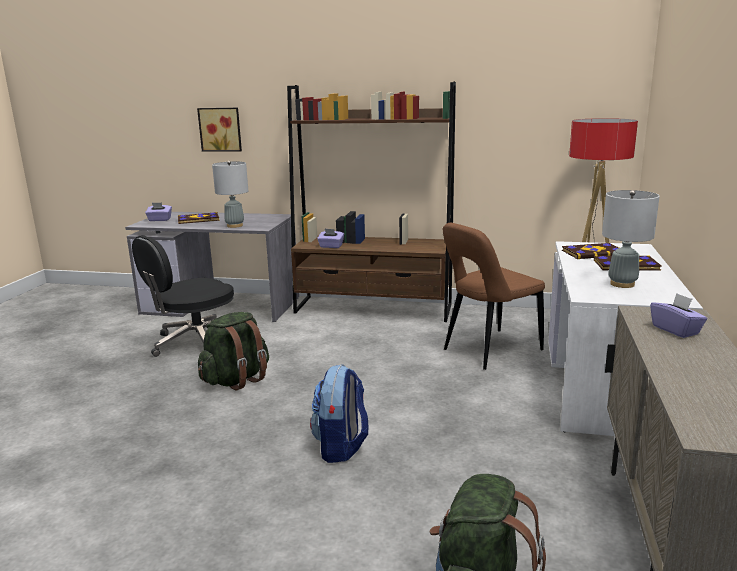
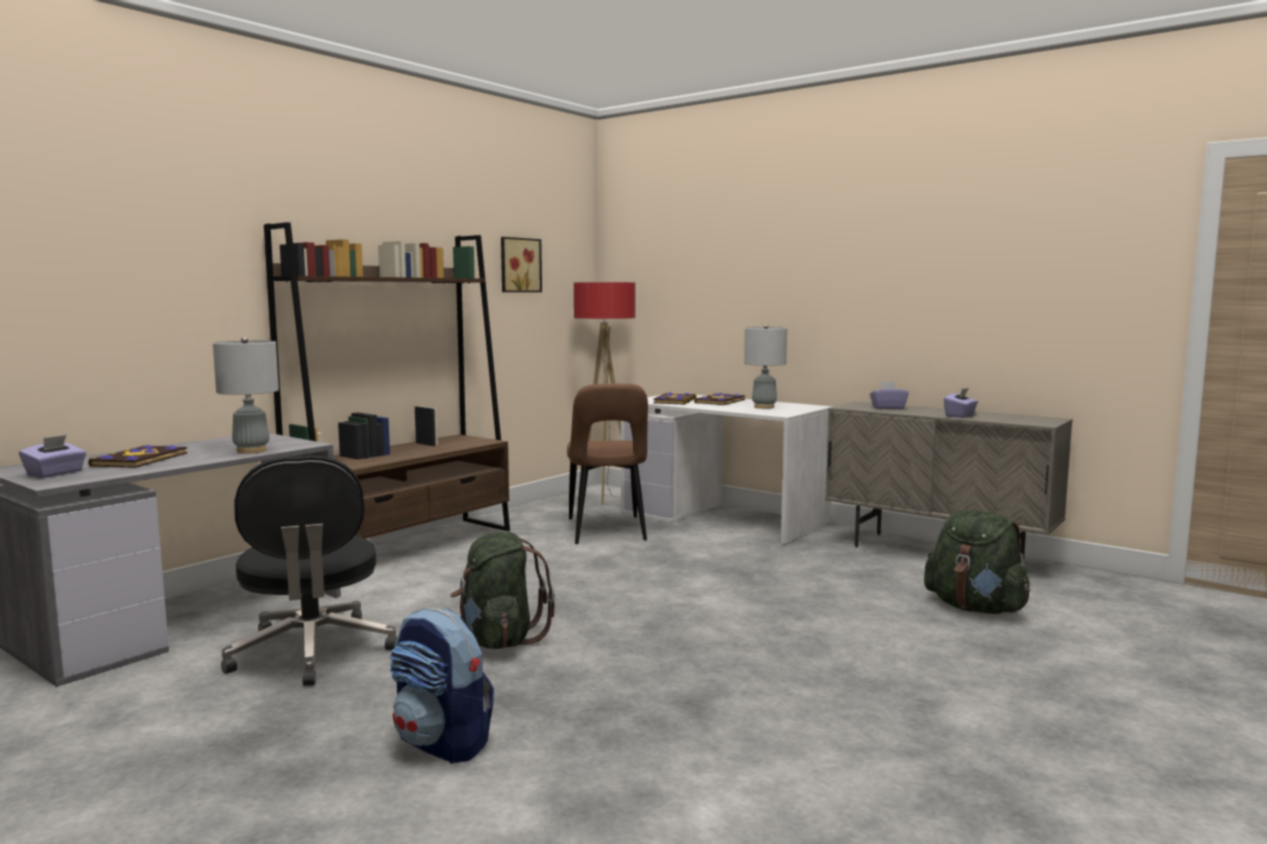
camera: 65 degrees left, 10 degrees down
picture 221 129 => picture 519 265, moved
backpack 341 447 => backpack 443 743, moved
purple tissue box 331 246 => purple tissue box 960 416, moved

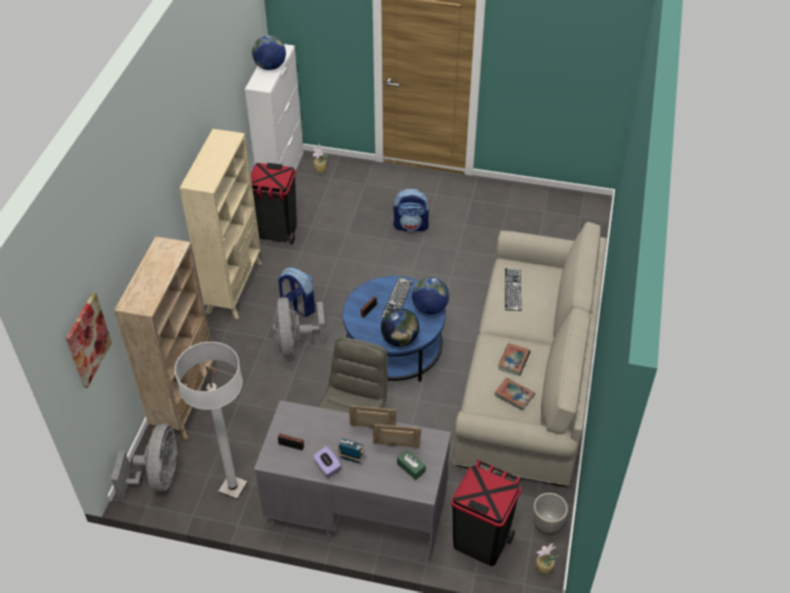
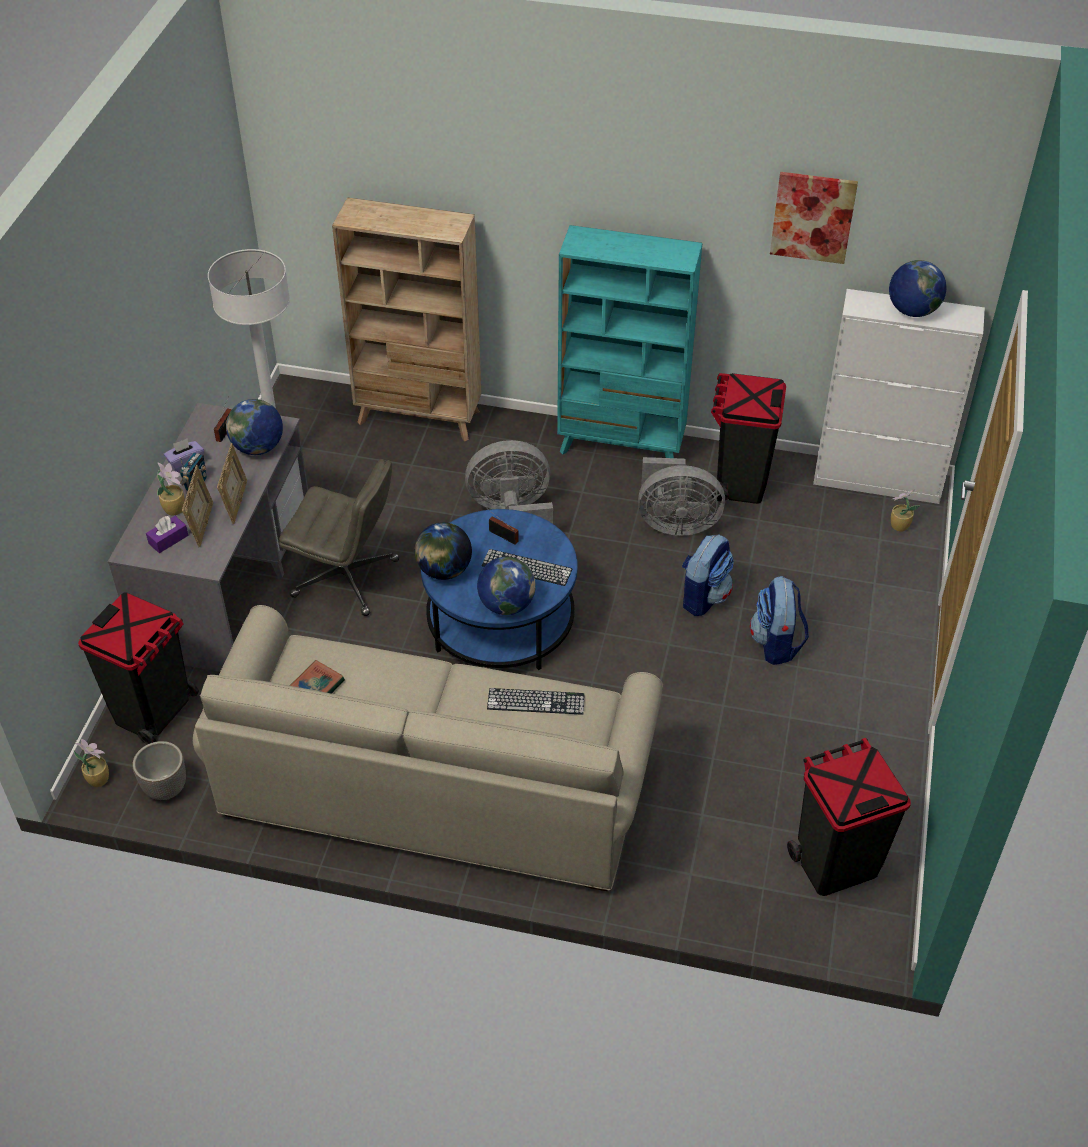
camera: 90 degrees right, 0 degrees up
picture 87 340 => picture 813 217, moved
grey fan 158 477 => grey fan 675 523, moved
beige bookcase 235 287 => turquoise bookcase 622 446
backpack 297 307 => backpack 703 596, moved
green tissue box 411 467 => purple tissue box 168 539
book 513 361 => nothing
nothing => potted plant 175 508
nothing => globe 258 447
nothing => black trash can 835 863

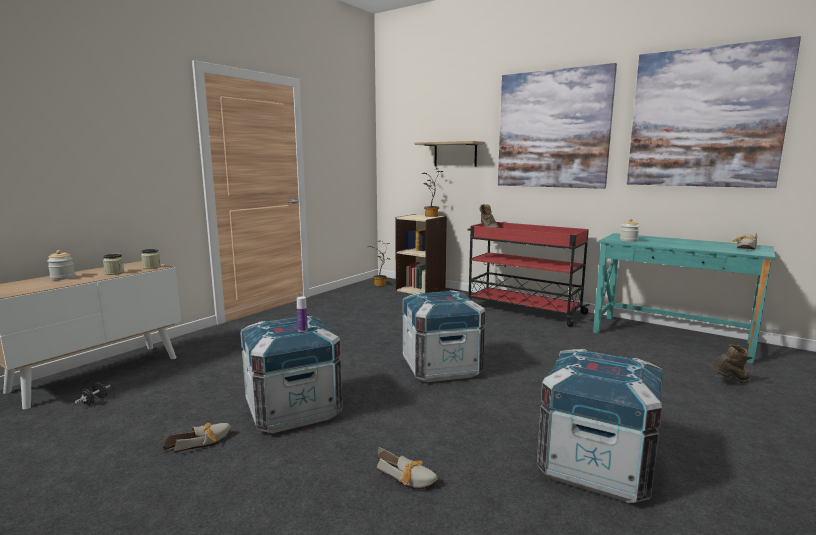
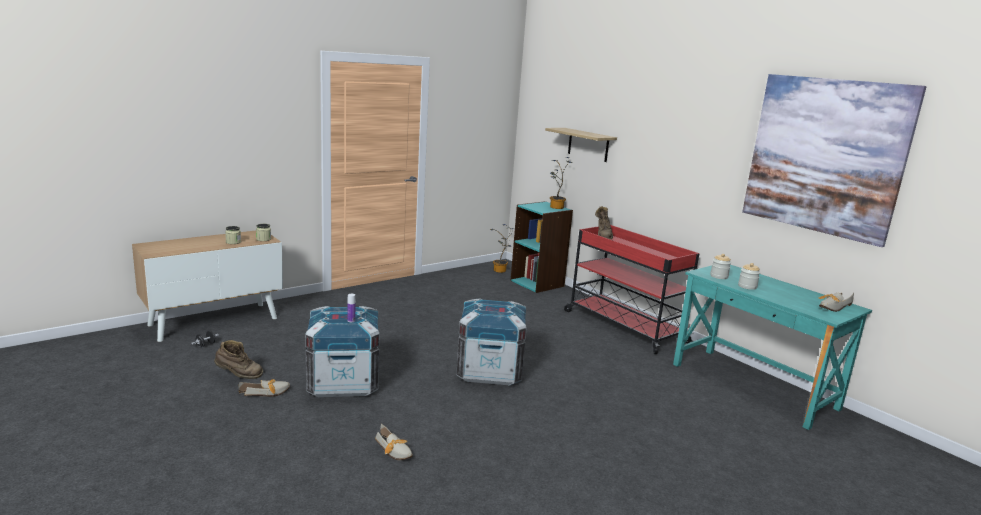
camera: 15 degrees right, 5 degrees up
jar 63 277 => jar 747 286, moved
beige bookcase 421 289 => turquoise bookcase 537 283
picture 552 129 => nothing
crate 595 466 => nothing
brown boot 730 382 => brown boot 238 376, moved

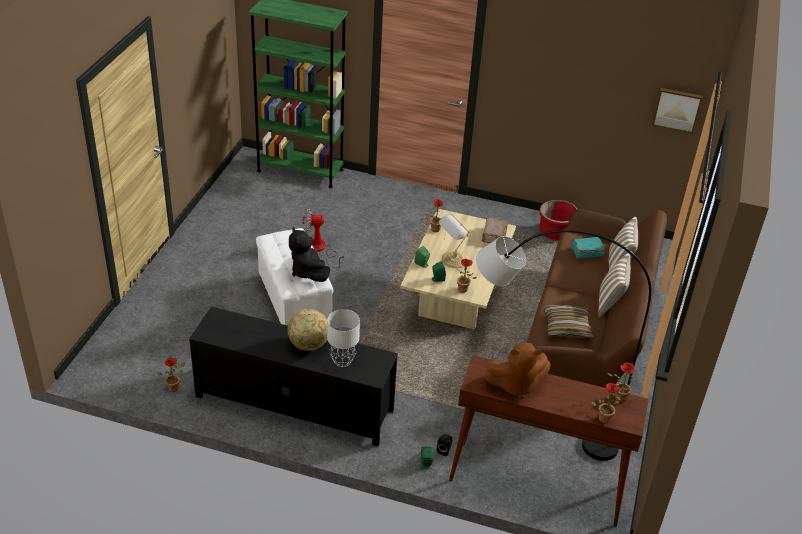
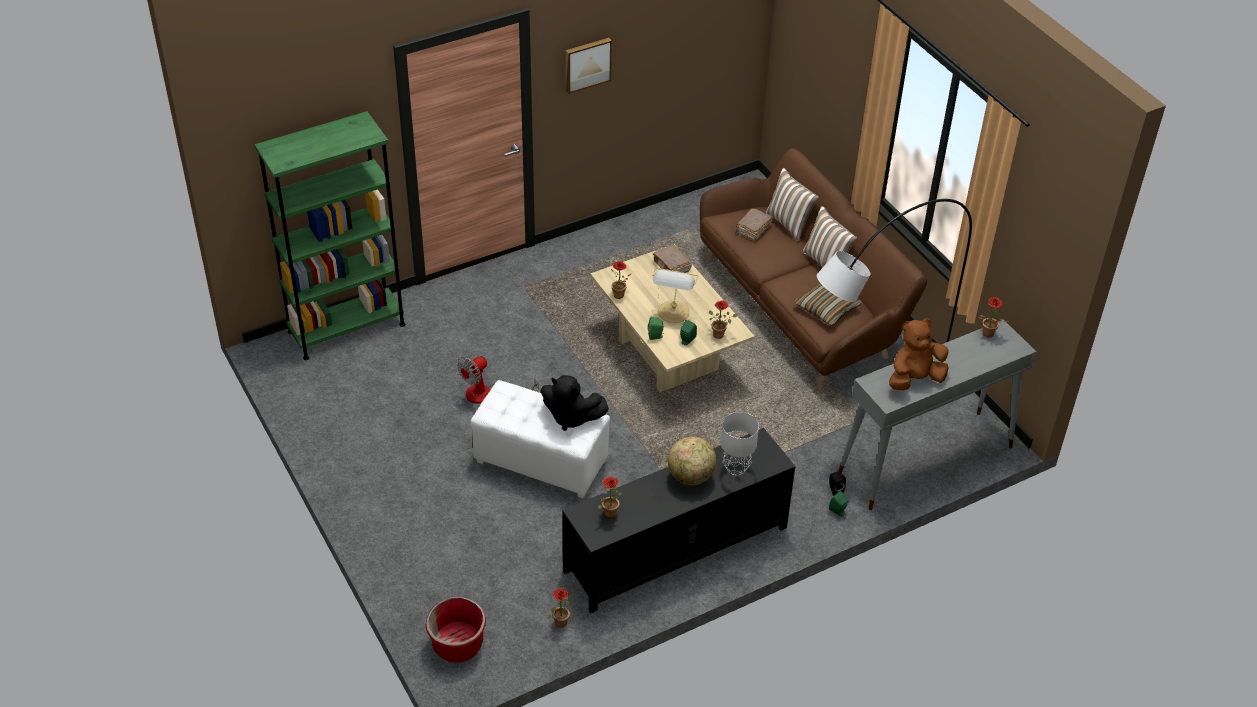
camera: 45 degrees left, 5 degrees up
brown console table 535 483 => grey console table 925 460
brown plush toy 516 385 => brown plush toy 914 379, 150 degrees counterclockwise
red planter 555 232 => red planter 458 644, moved
turquoise book 586 252 => brown book 753 229
potted plant 604 417 => potted plant 609 511, moved
picture 677 109 => picture 587 64, moved

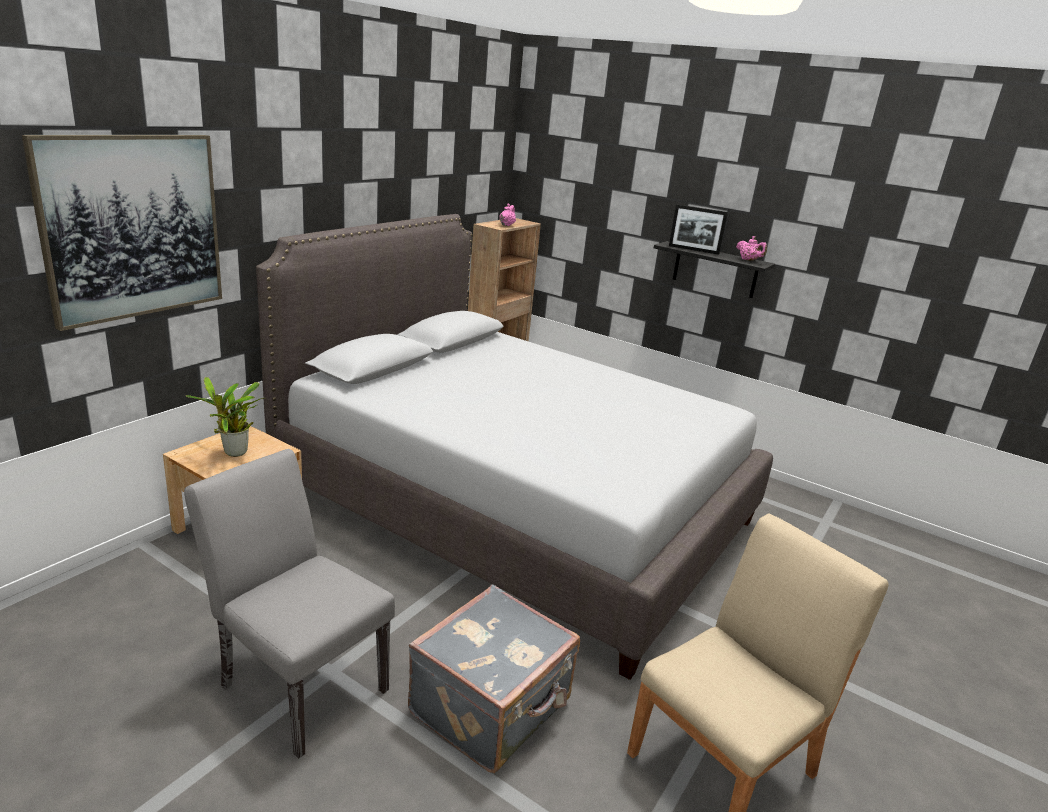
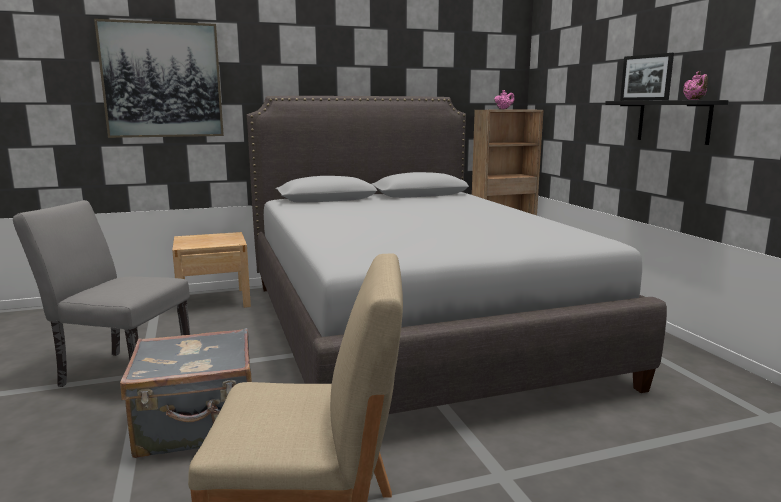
camera: 40 degrees right, 10 degrees down
grey chair 297 682 => grey chair 119 373, 60 degrees counterclockwise
potted plant 234 454 => nothing

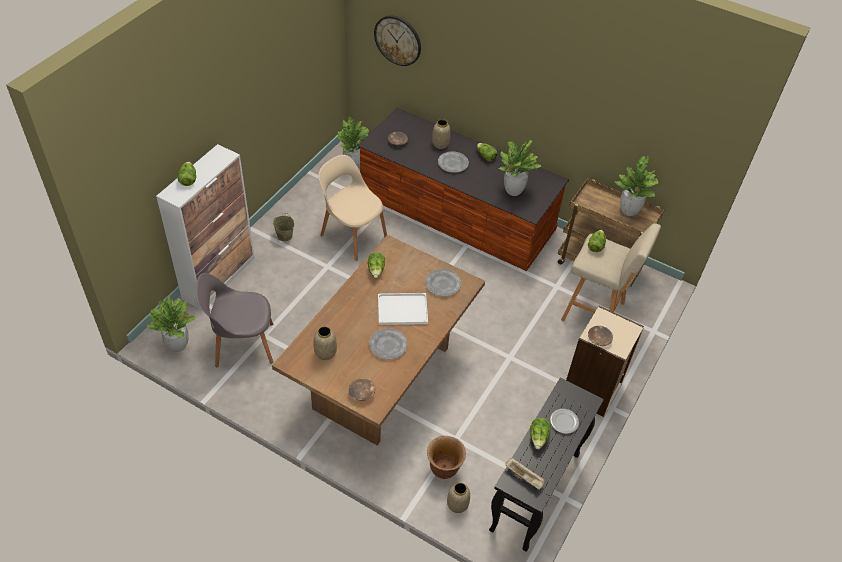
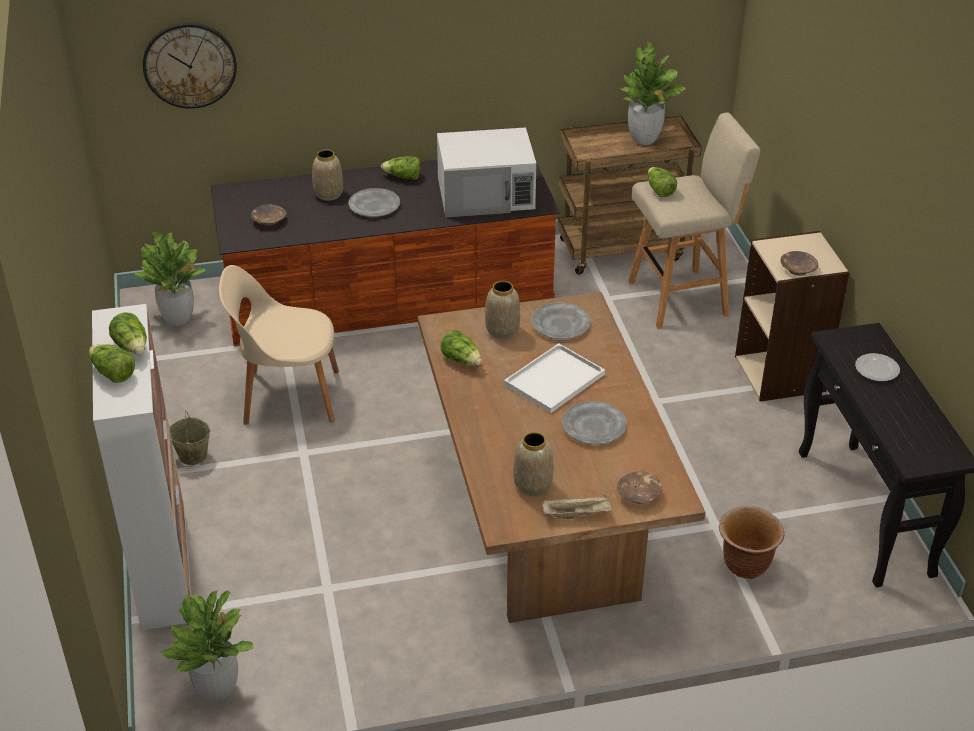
camera: 40 degrees left, 10 degrees down
grey chair 242 344 => nothing
vase 457 504 => vase 502 330, moved
potted plant 513 191 => white microwave 486 194
beige tray 524 477 => beige tray 577 514, moved
lettuce 539 437 => lettuce 132 346, moved

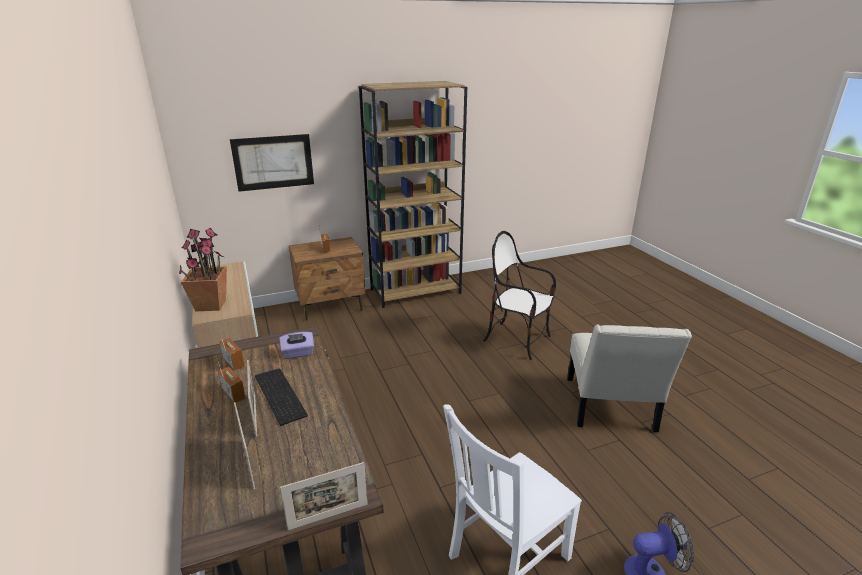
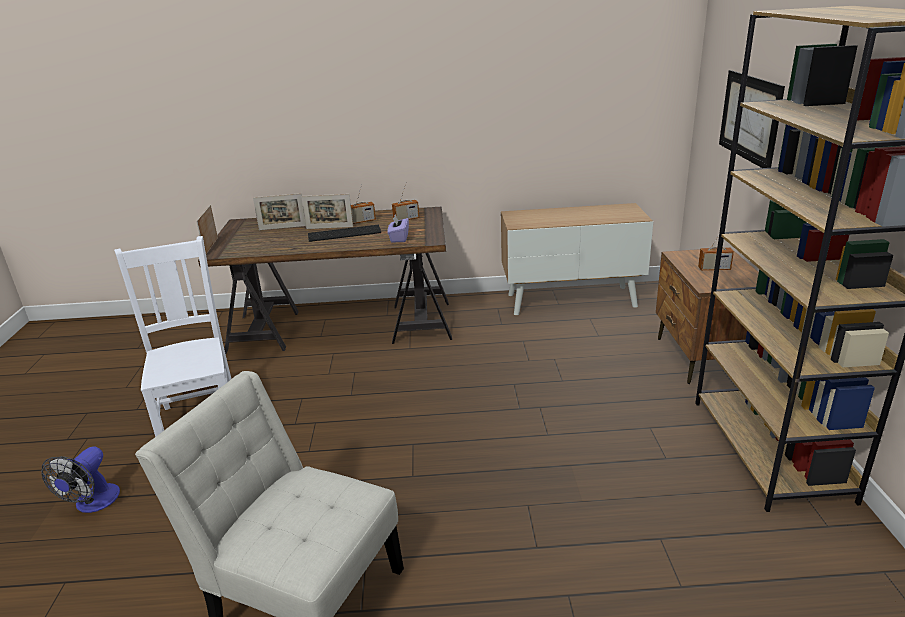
camera: 110 degrees right, 0 degrees up
potted plant 211 305 => nothing
chair 517 340 => nothing

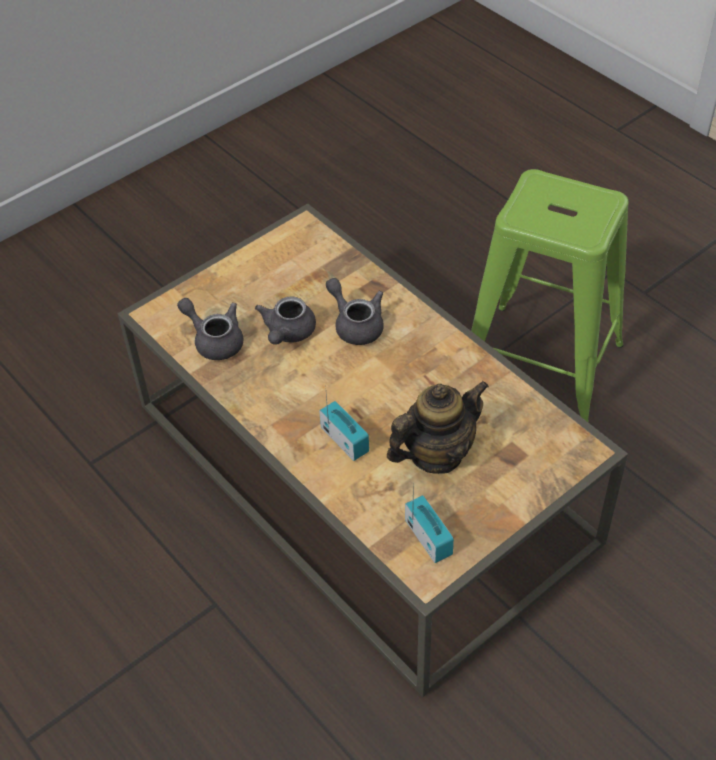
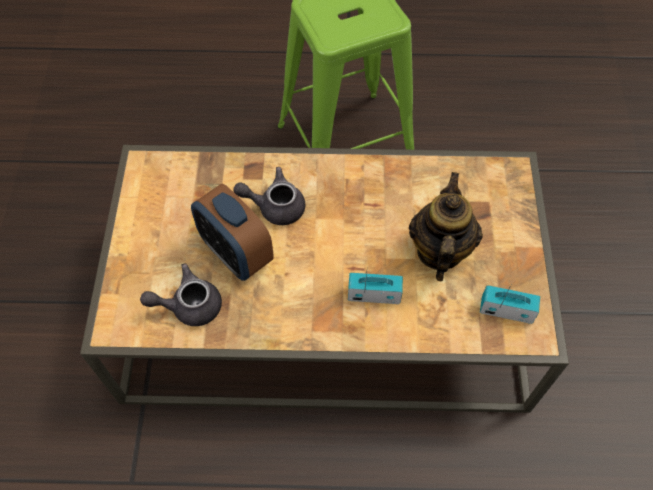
camera: 50 degrees left, 10 degrees up
grey teapot 287 333 => alarm clock 236 253

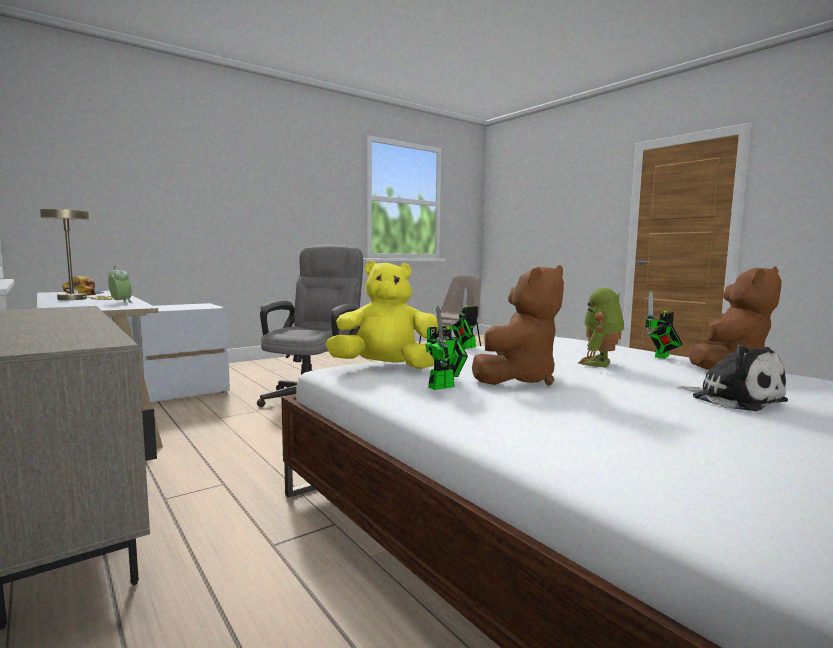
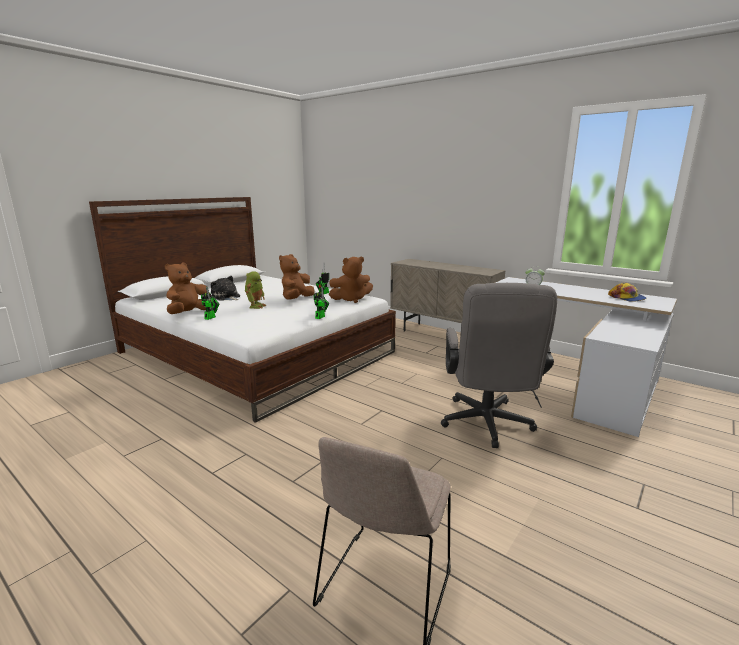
camera: 165 degrees right, 10 degrees up
beige table lamp 77 299 => nothing
yellow plush toy 386 367 => brown plush toy 351 299

